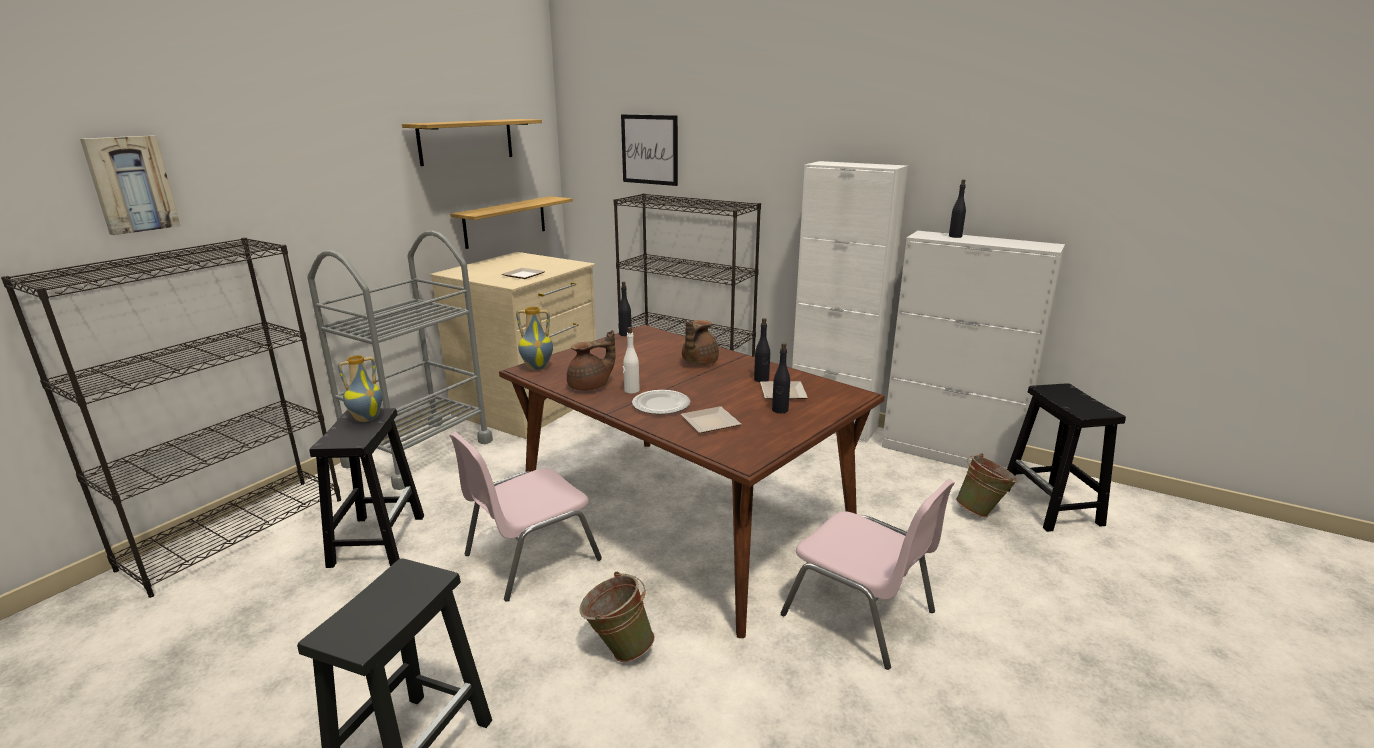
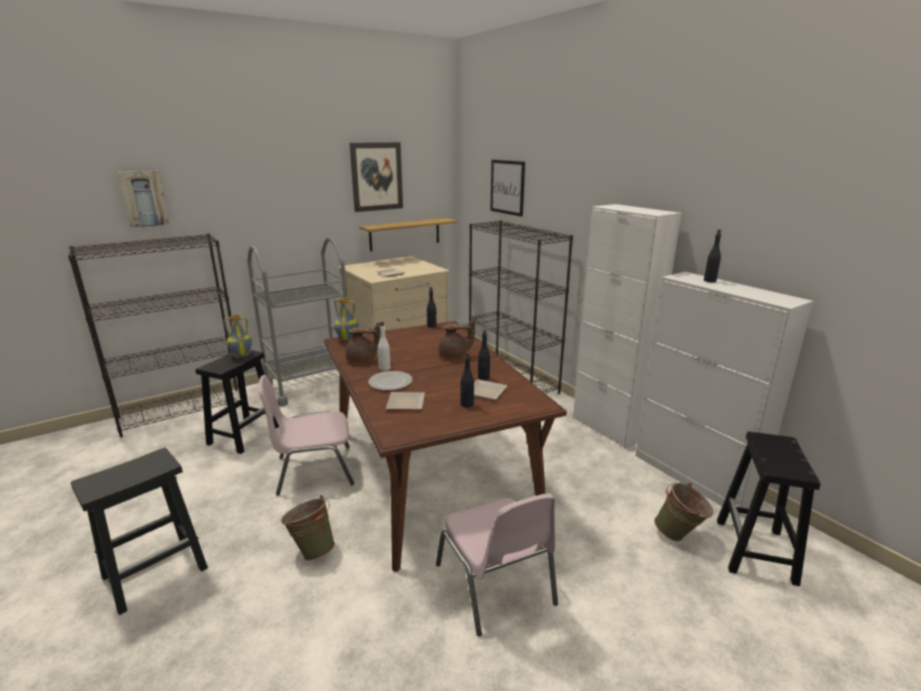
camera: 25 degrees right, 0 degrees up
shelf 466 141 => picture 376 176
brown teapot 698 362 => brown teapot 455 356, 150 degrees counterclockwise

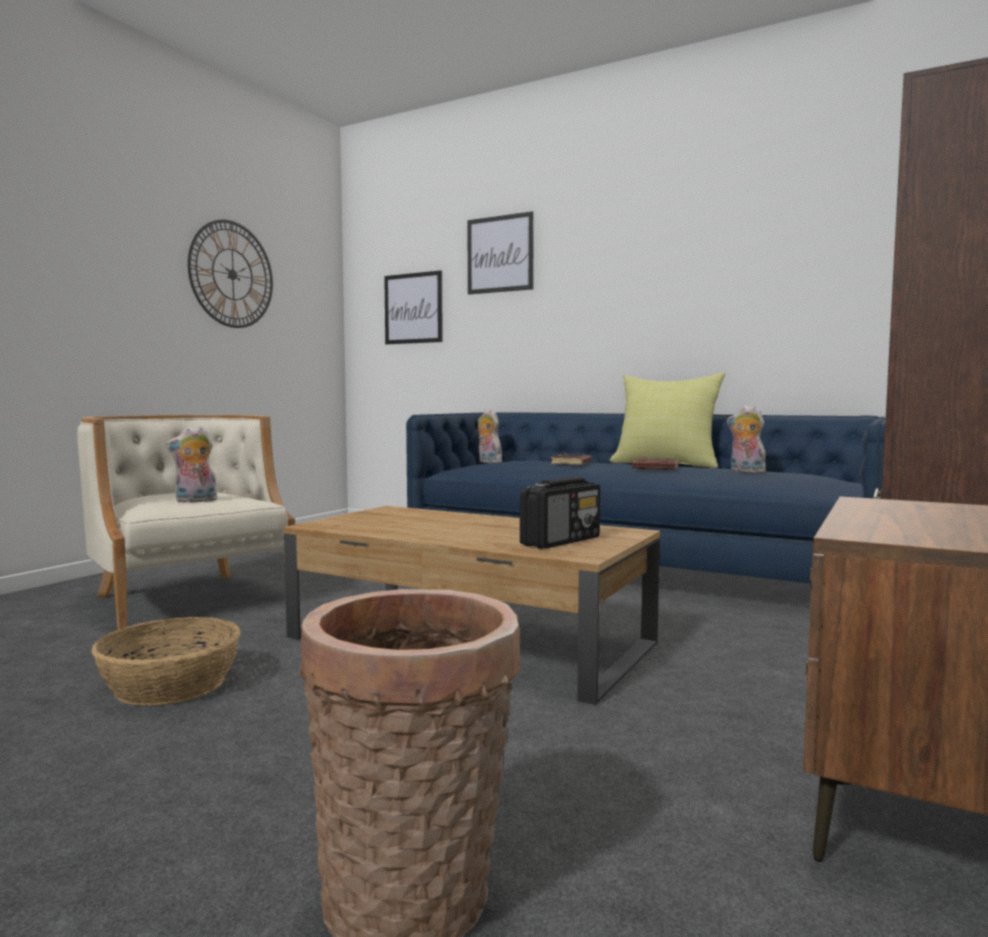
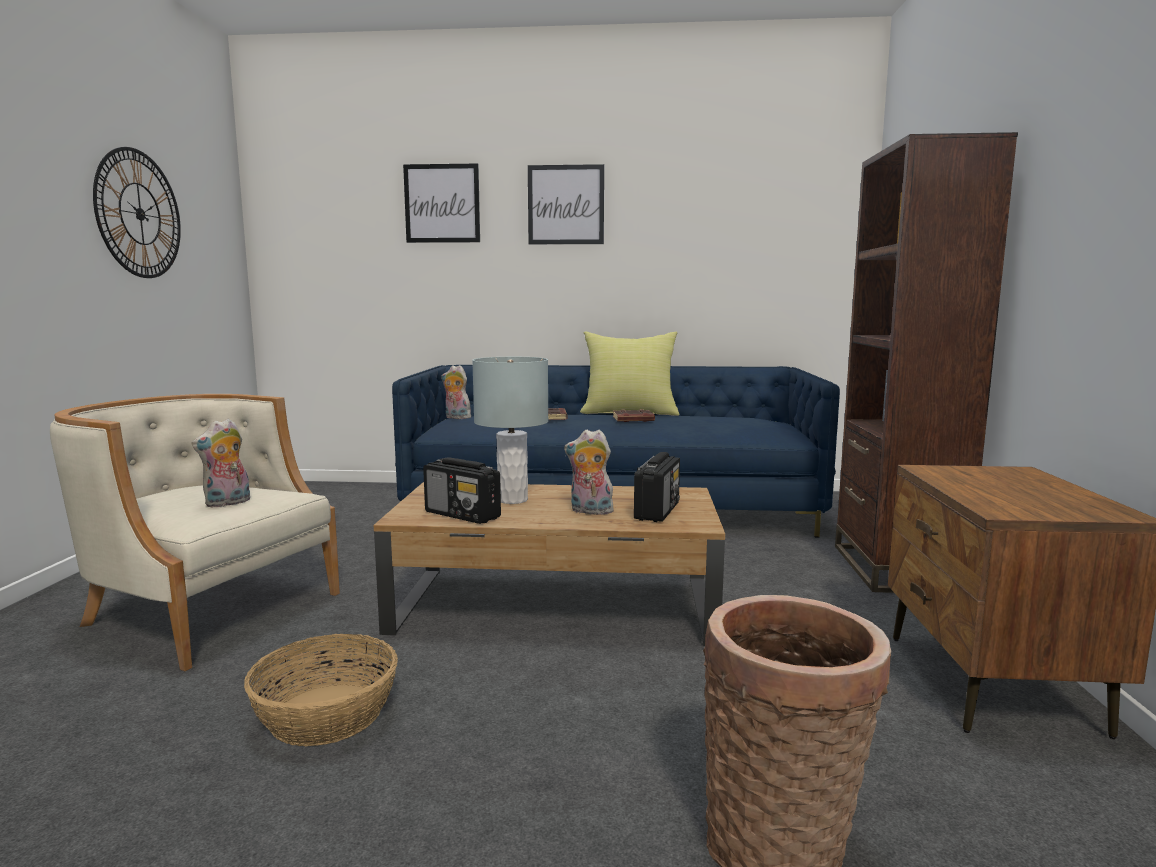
camera: 25 degrees left, 5 degrees up
picture 413 308 => picture 566 205, moved
plush toy 745 472 => plush toy 589 511, moved
nothing => radio 463 515
nothing => grey table lamp 513 499

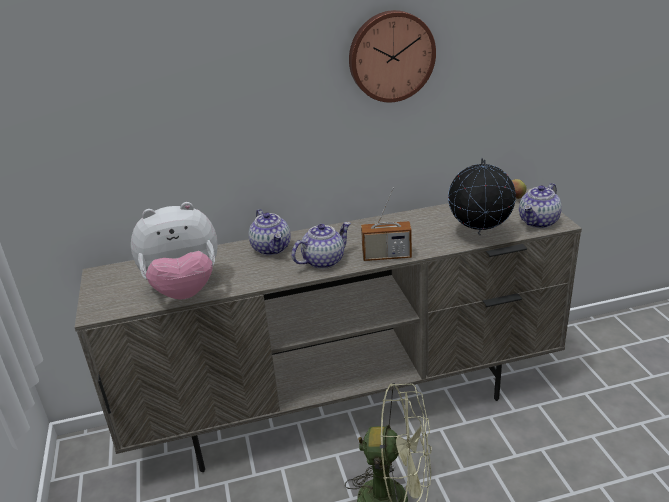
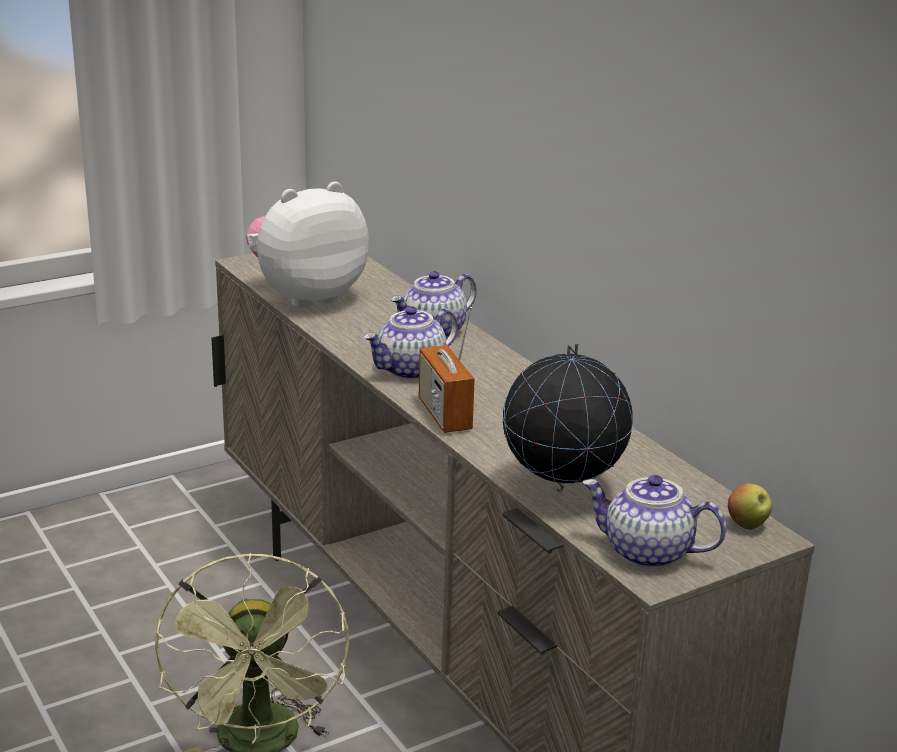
camera: 70 degrees right, 5 degrees down
plush toy 184 289 => plush toy 306 297, 90 degrees clockwise
teapot 323 261 => teapot 411 370, 105 degrees clockwise
wall clock 390 56 => nothing

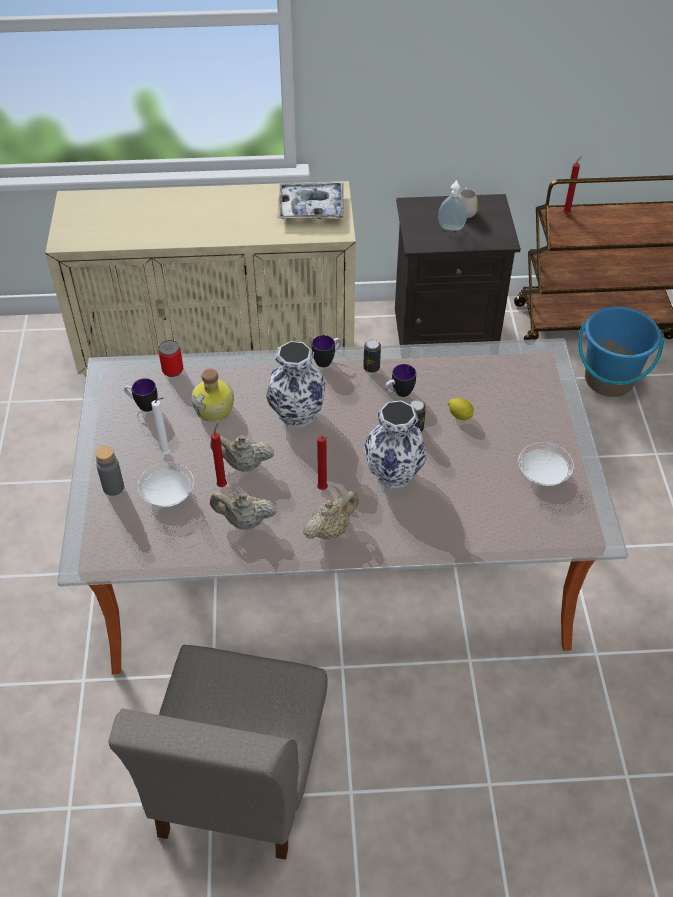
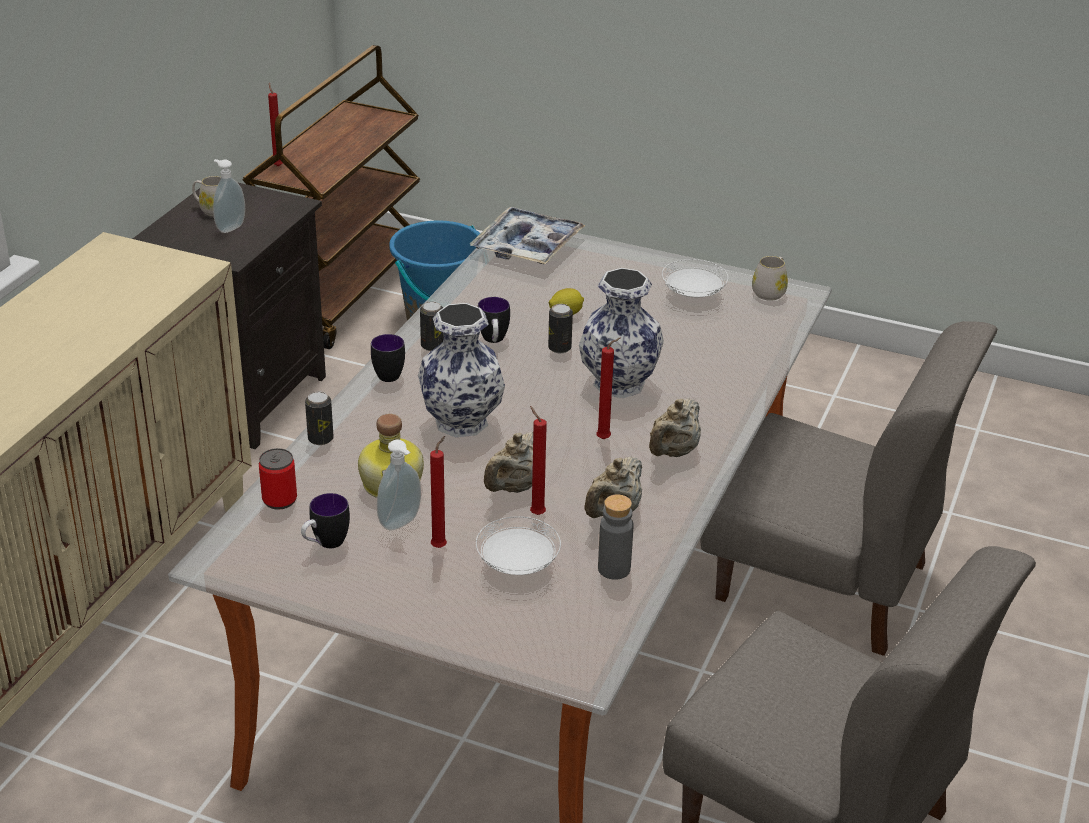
camera: 65 degrees left, 15 degrees down
grey bottle 113 487 => grey bottle 614 569, moved
white candle 167 453 => red candle 440 546
tray 311 208 => tray 527 246, moved
beige teapot 330 530 => beige teapot 673 452, 135 degrees counterclockwise
nothing => can 320 439
nothing => soap dispenser 401 523
nothing => grey chair 823 582
nothing => white mug 770 291

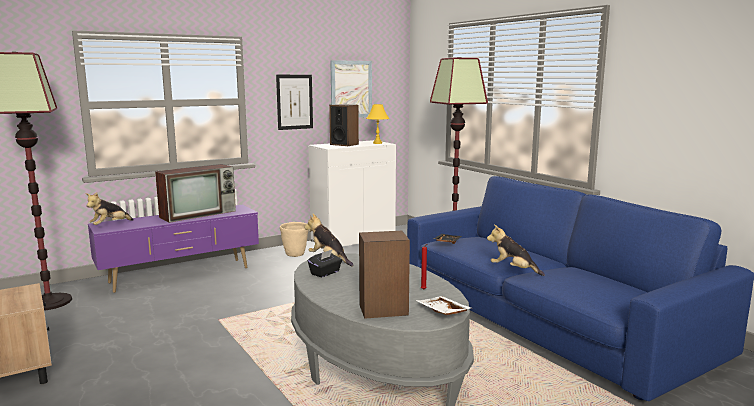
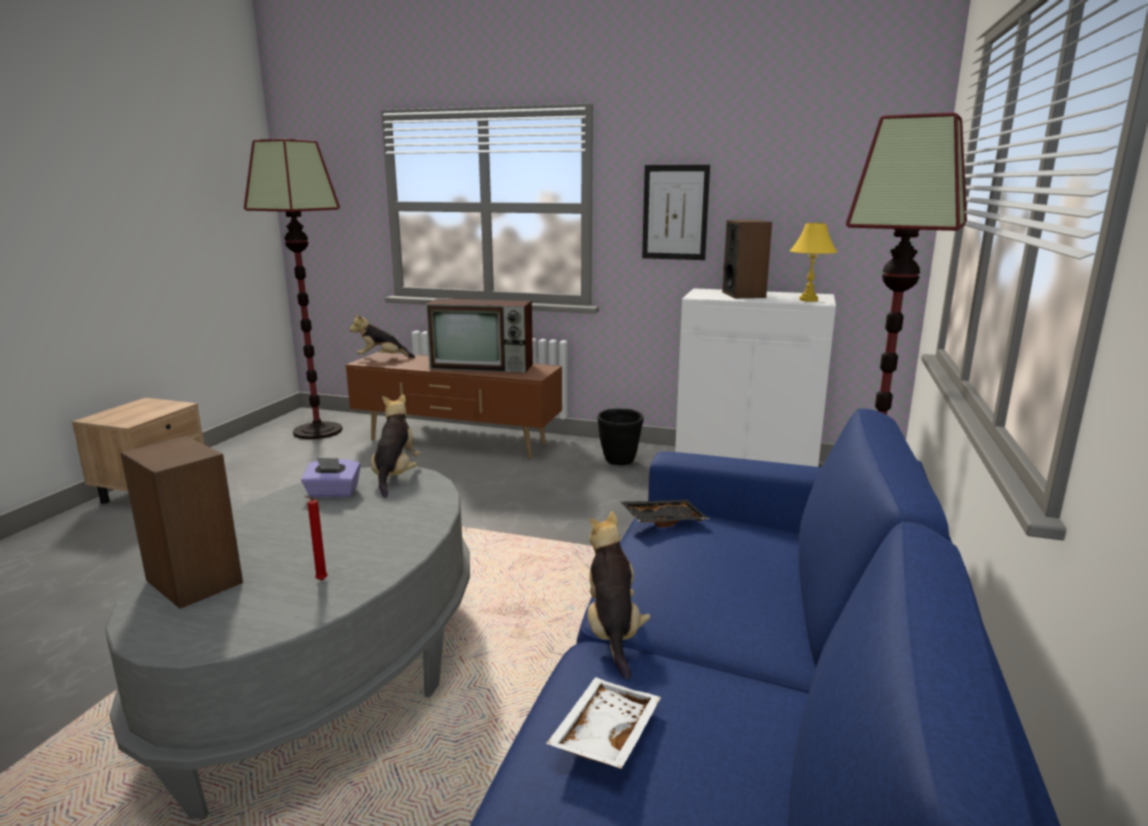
camera: 50 degrees right, 5 degrees up
purple tv stand 181 275 => brown tv stand 457 443
beige planter 295 255 => black planter 619 461
black tissue box 325 273 => purple tissue box 333 493
picture 351 89 => nothing
white tray 441 312 => white tray 604 734, moved

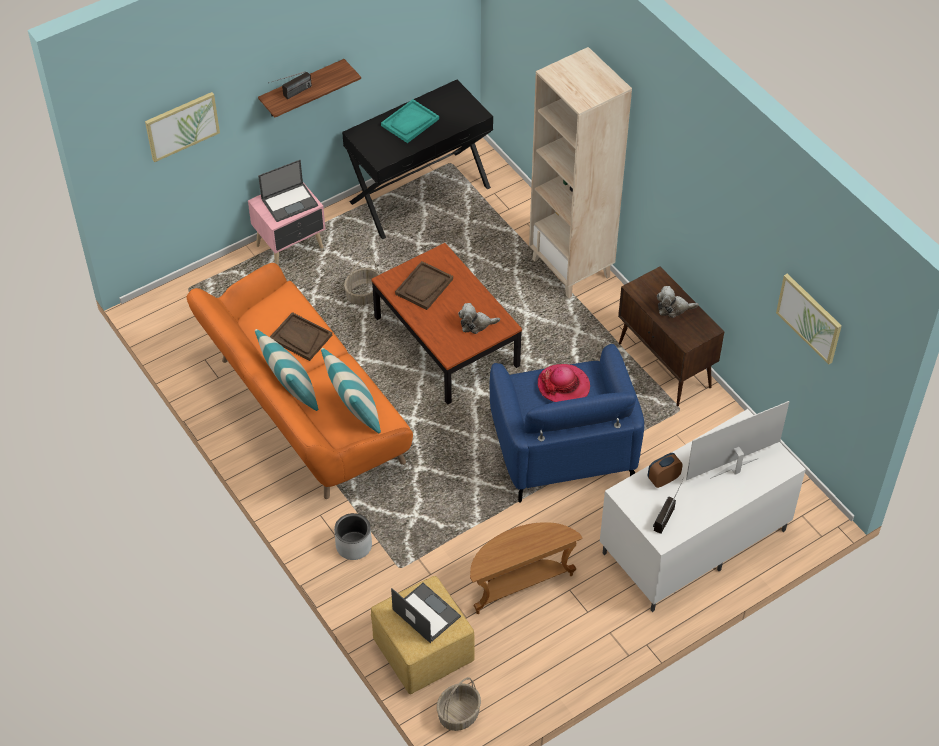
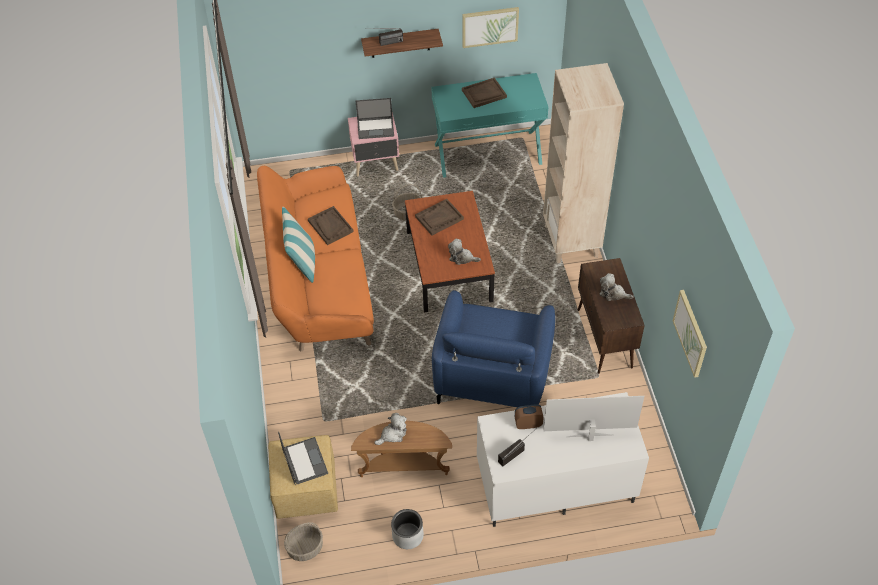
camera: 25 degrees right, 0 degrees up
picture 182 125 => picture 490 26, moved
pillow 354 412 => nothing
grey planter 353 545 => grey planter 407 535, moved
black console table 420 194 => turquoise console table 488 153
turquoise tray 410 122 => brown tray 484 94
hat 563 386 => nothing
nothing => plush toy 392 434

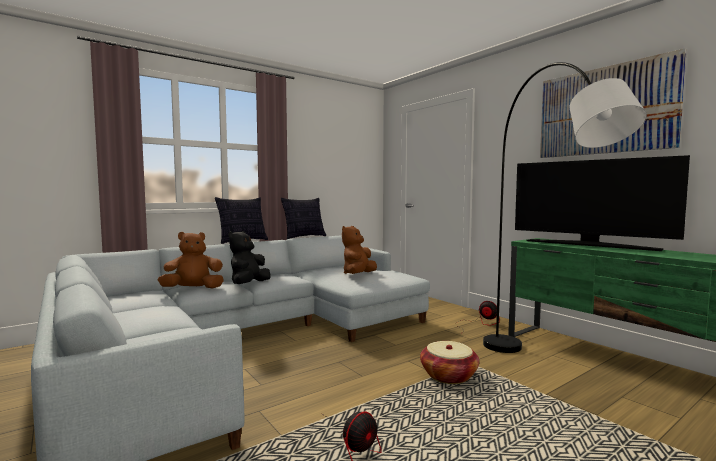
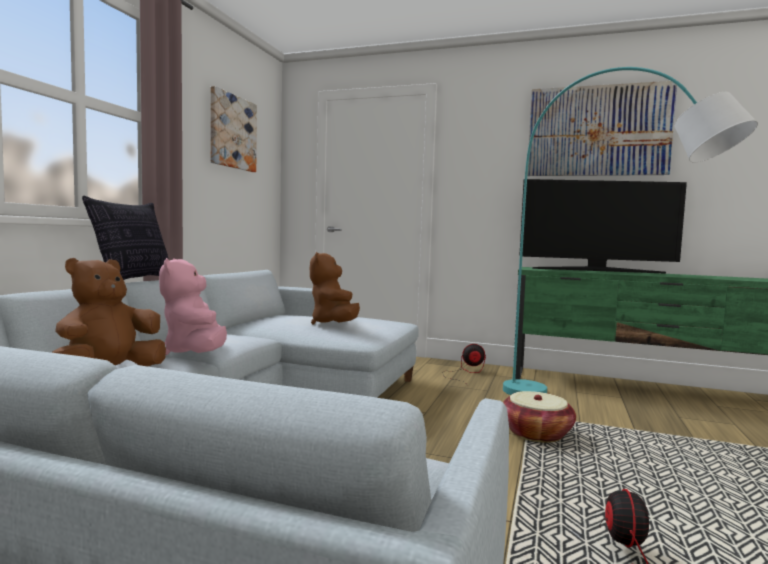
camera: 35 degrees left, 0 degrees up
black plush toy 249 284 => pink plush toy 196 353
pillow 304 237 => nothing
grey floor lamp 542 376 => turquoise floor lamp 604 414
nothing => picture 232 132

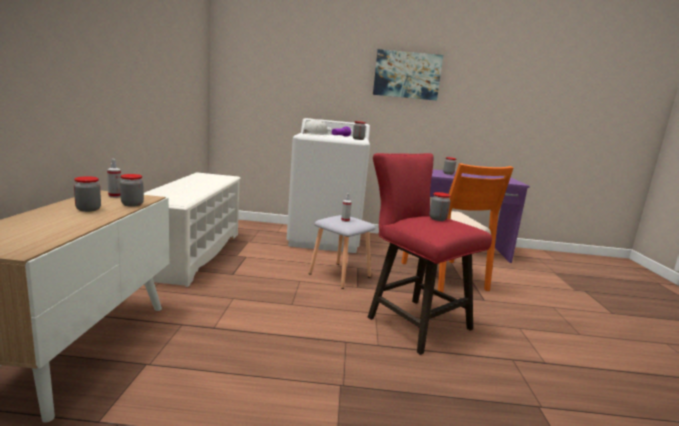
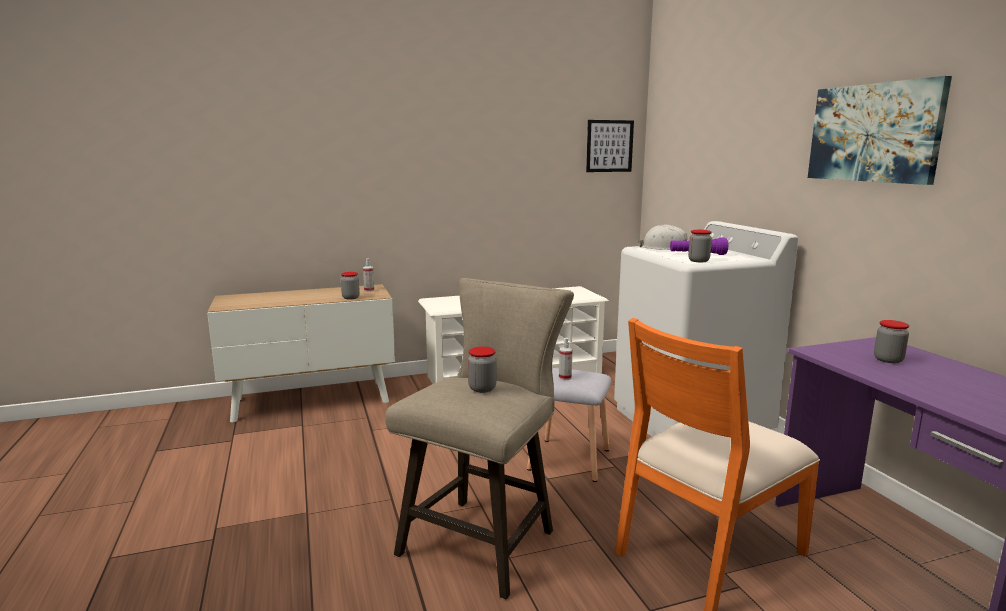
camera: 70 degrees right, 0 degrees up
jar 88 209 => nothing
red stool 412 321 => beige stool 484 537
nothing => picture 609 146

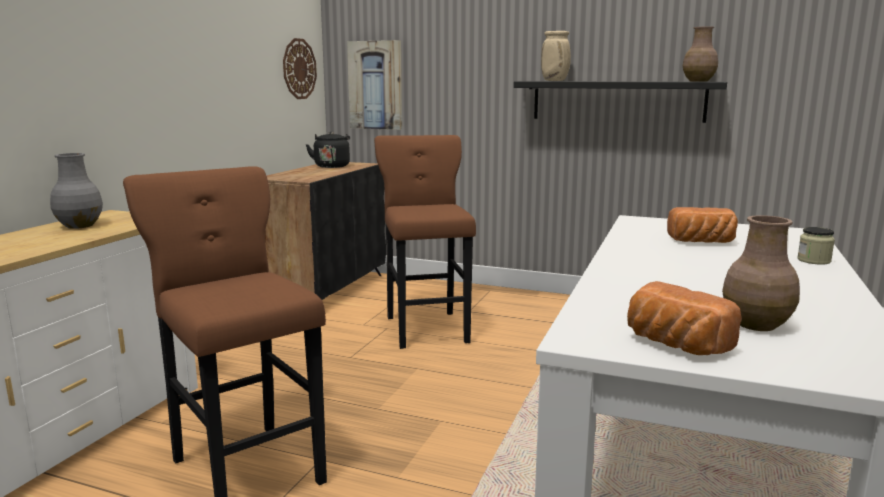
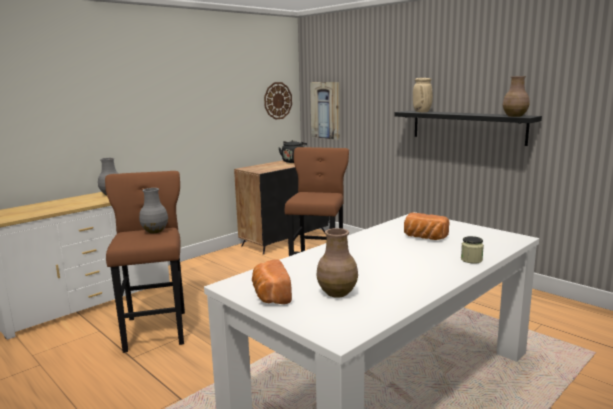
camera: 25 degrees right, 0 degrees up
nothing => grey vase 154 231

